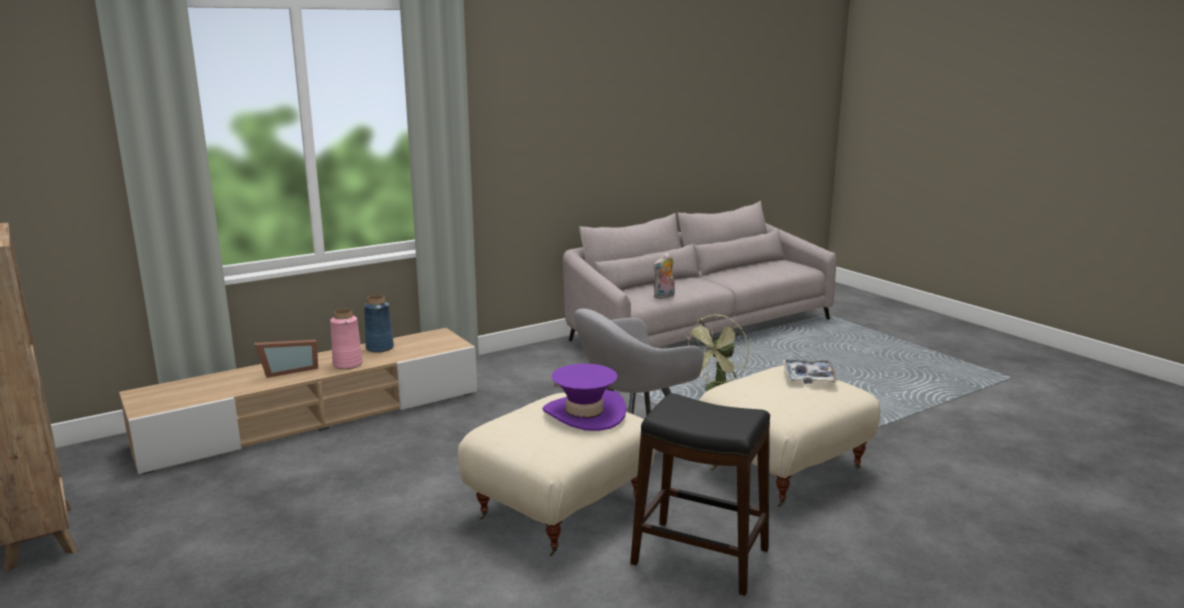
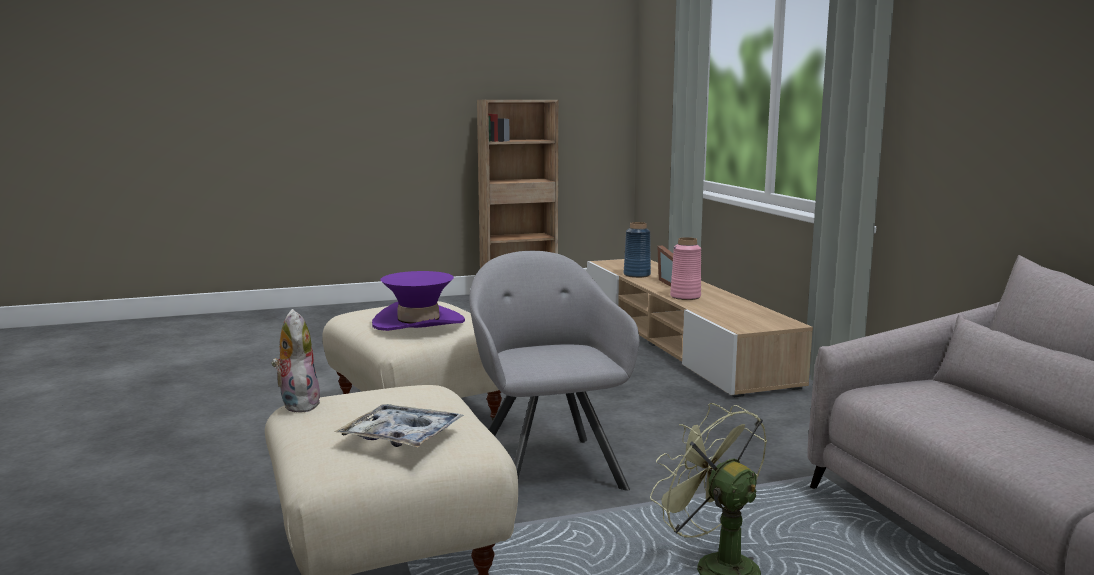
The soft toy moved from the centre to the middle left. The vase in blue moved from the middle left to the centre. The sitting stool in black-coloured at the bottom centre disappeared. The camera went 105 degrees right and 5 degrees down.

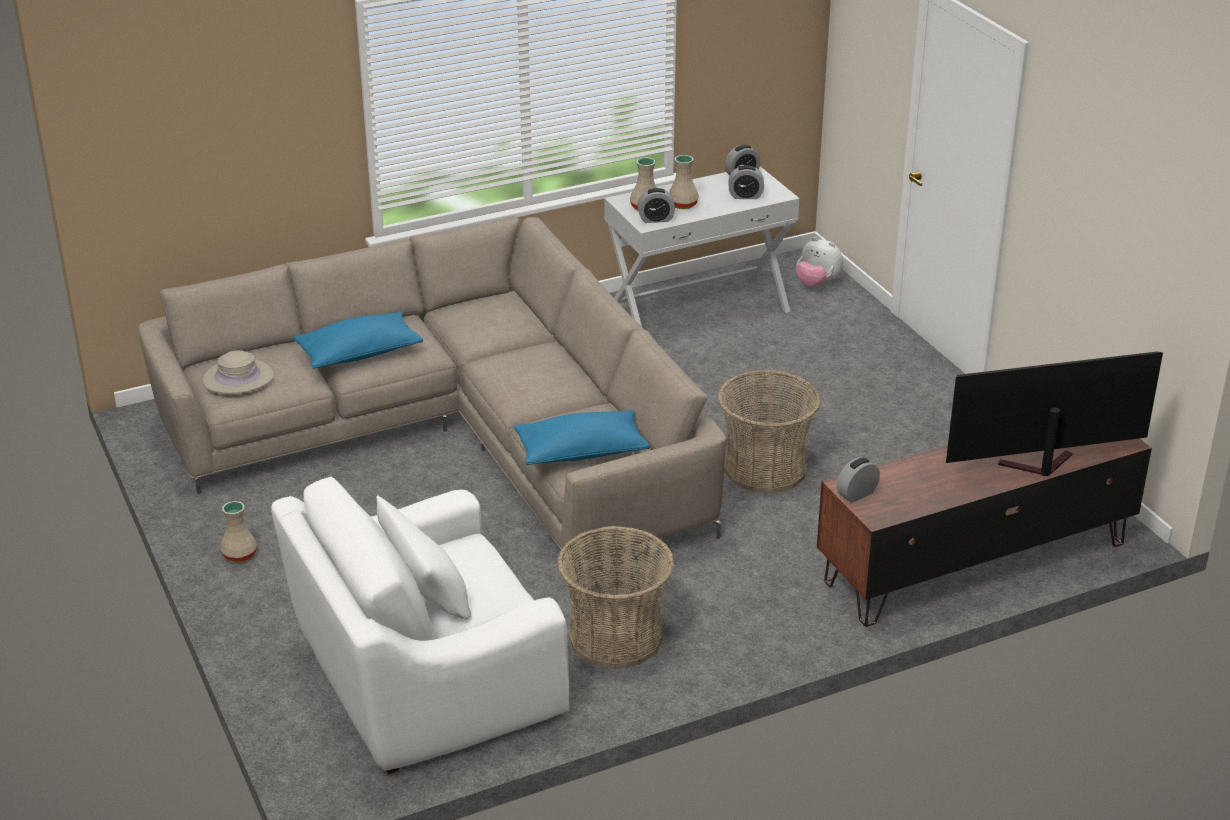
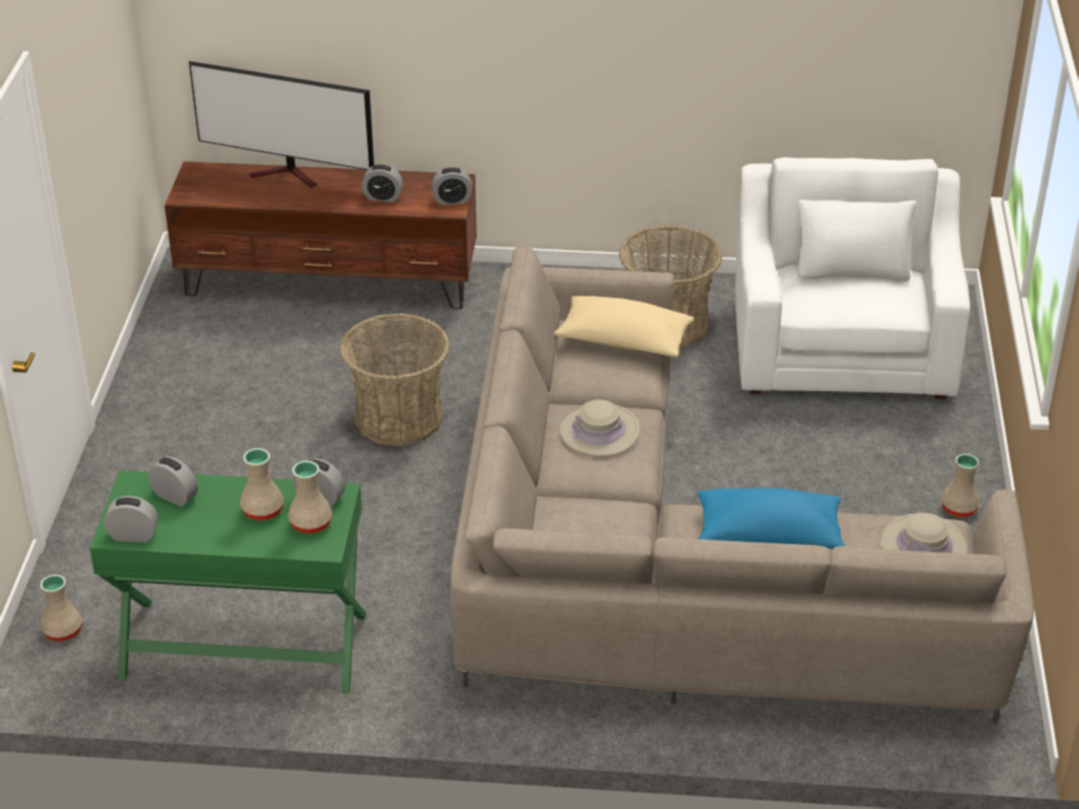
The soft toy at the top centre was replaced by the vase in beige-coloured (no. 1 from left) at the bottom left. The hall table in whitish at the top centre became the hall table in green-coloured at the bottom left. The table clock (no. 4 from left) at the top centre appeared. The pillow in blue (no. 2 from left) at the centre became the pillow in beige-coloured at the centre. The clothing hat in beige-coloured (no. 1 from left) at the centre appeared. The lounge chair in whitish at the bottom centre turned 90 degrees counterclockwise. The camera went 150 degrees left and 5 degrees up.

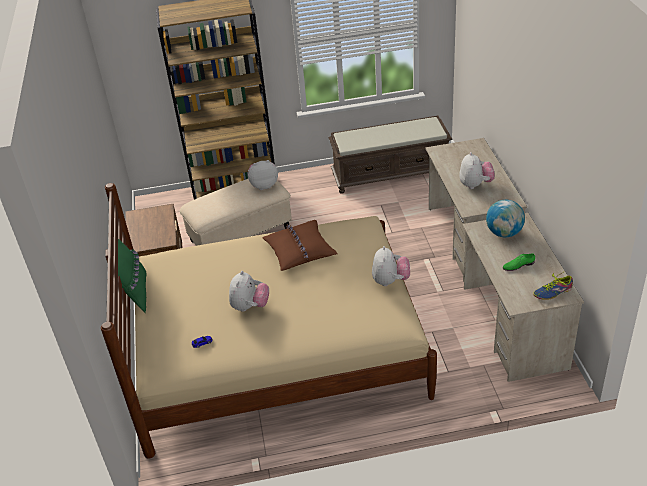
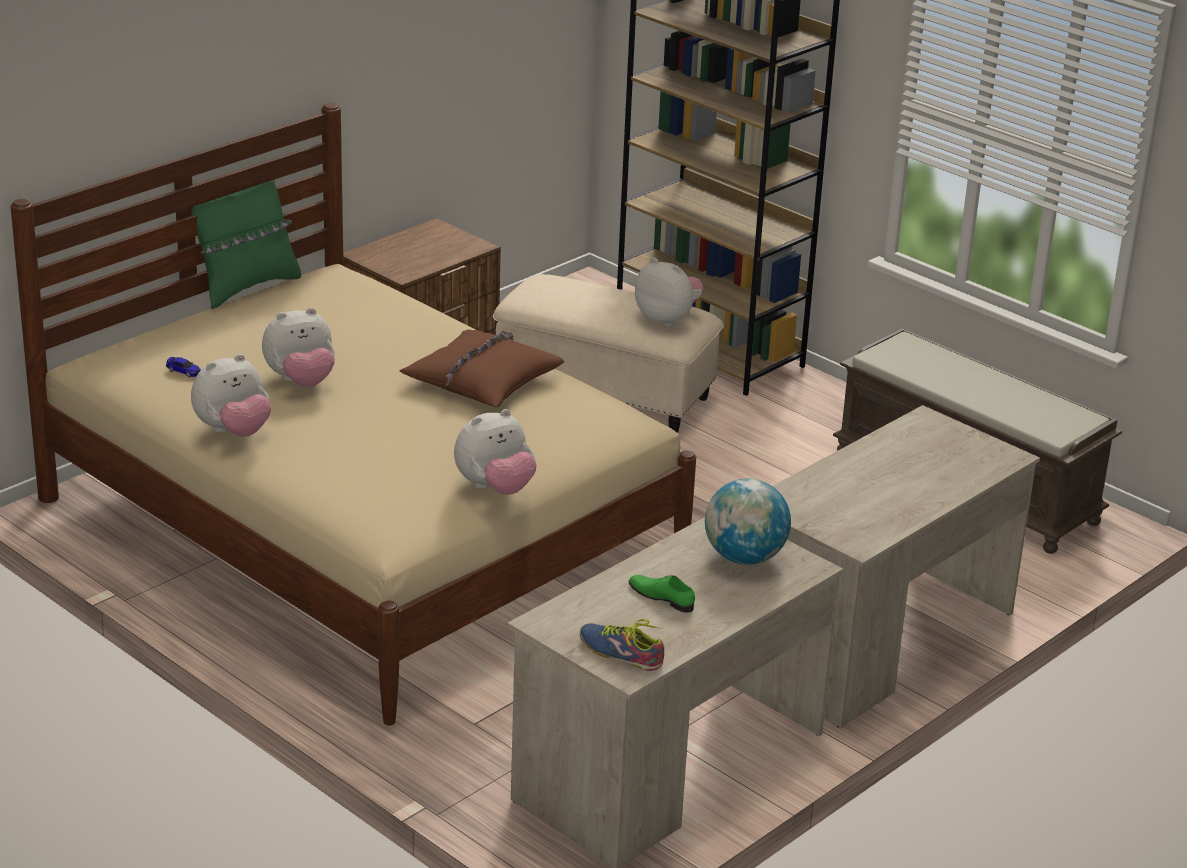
The soft toy (no. 4 from left in the first image) moved from the middle right to the middle left. The camera went 50 degrees right and 10 degrees down.

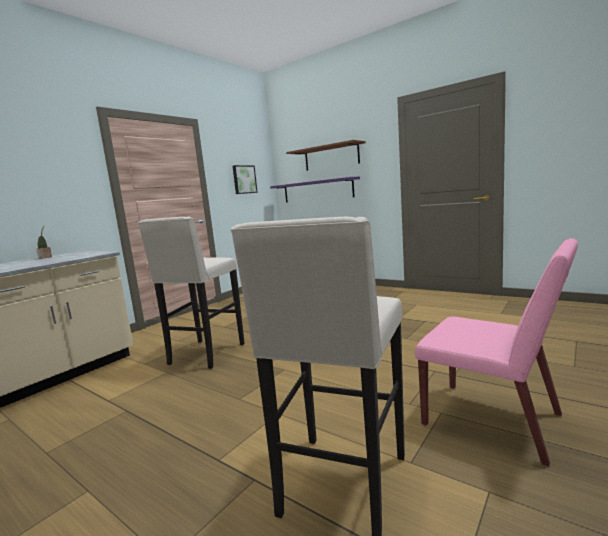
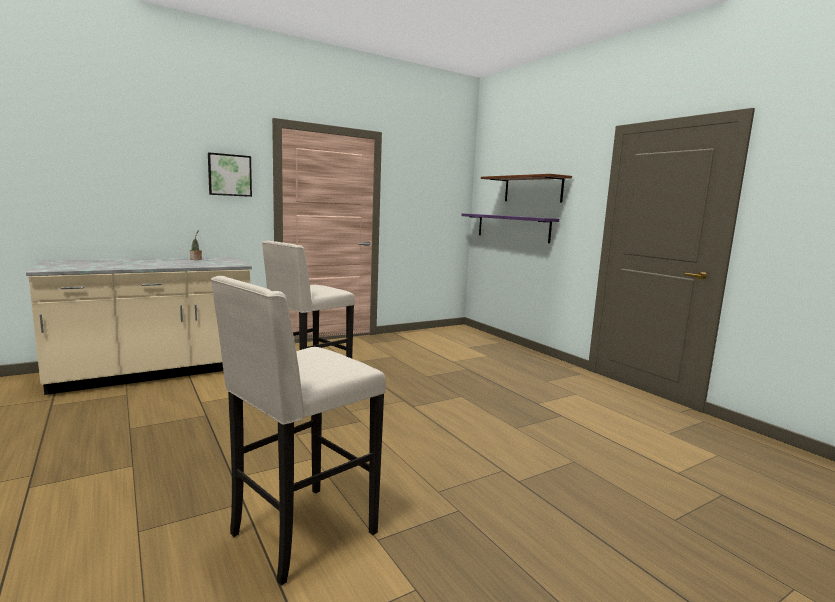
The wall picture moved from the centre to the top left. The chair in pink-coloured at the middle right disappeared. The camera went 20 degrees right and 0 degrees up.

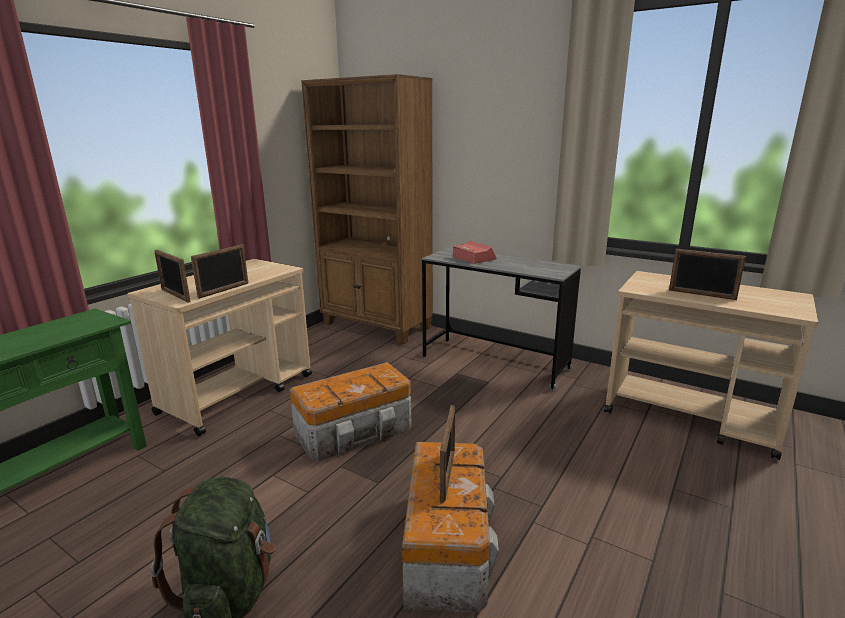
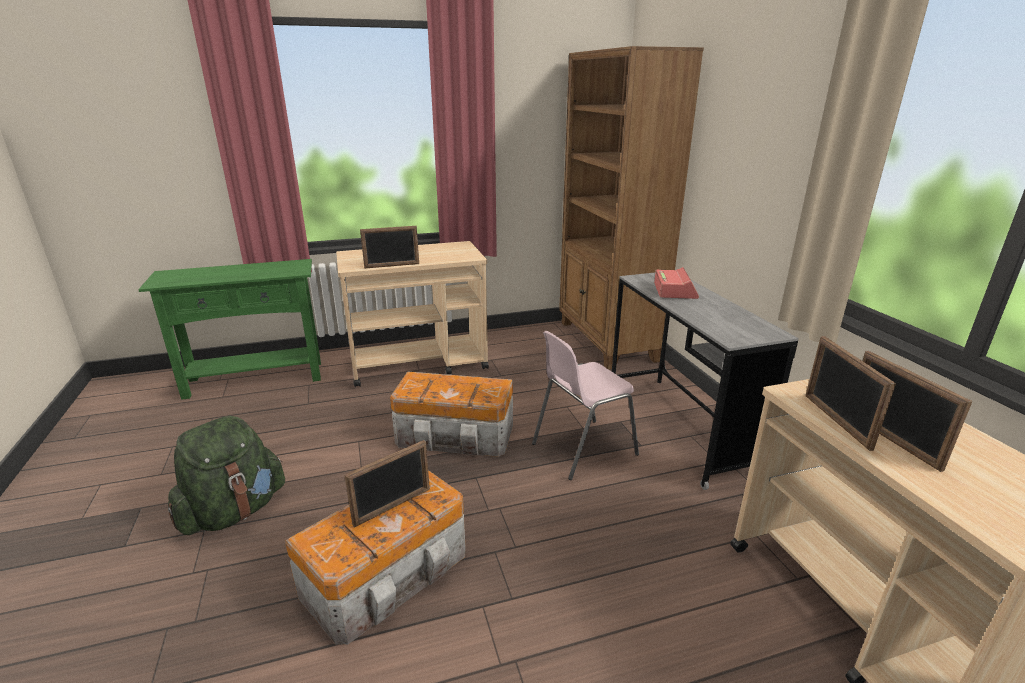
The chair in pink-coloured at the centre appeared. The picture frame (no. 1 from left in the first image) moved from the middle left to the middle right. The camera went 40 degrees right and 5 degrees up.

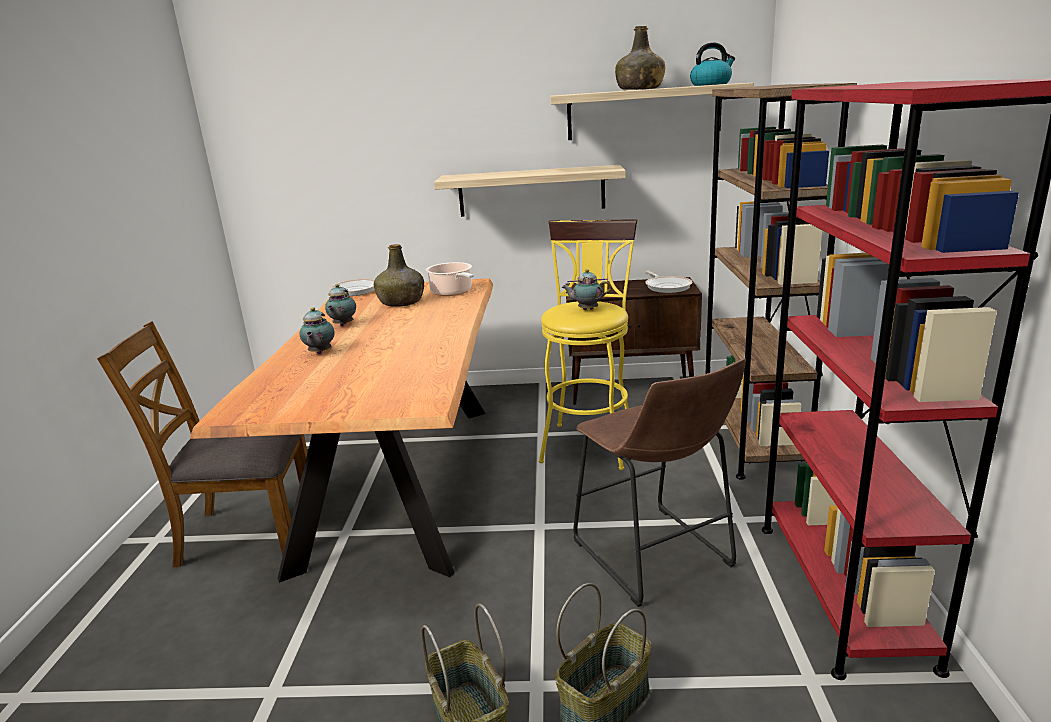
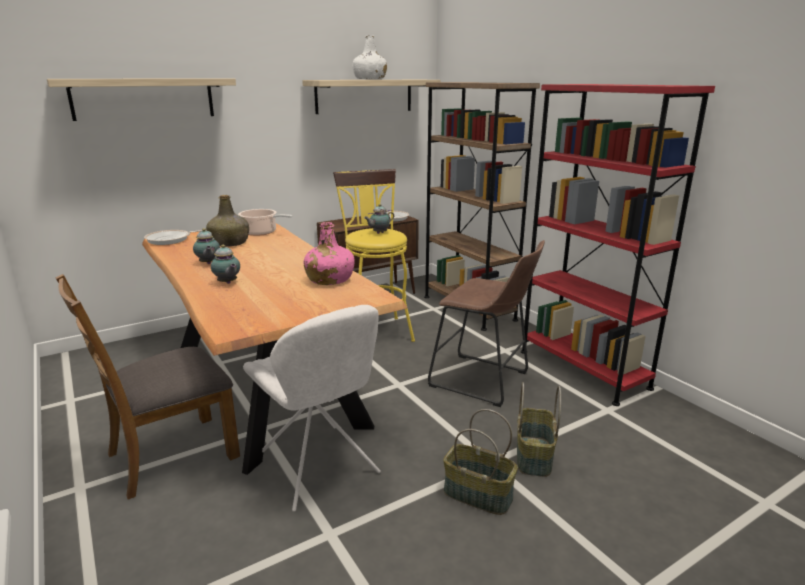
The shelf (no. 1 from left) moved from the top centre to the top left. The chair in whitish at the bottom centre appeared. The bottle in pink-coloured at the centre appeared. The bottle in green-coloured (no. 2 from left) at the top centre became the bottle in whitish at the top centre. The water kettle at the top right disappeared. The camera went 35 degrees left and 0 degrees up.

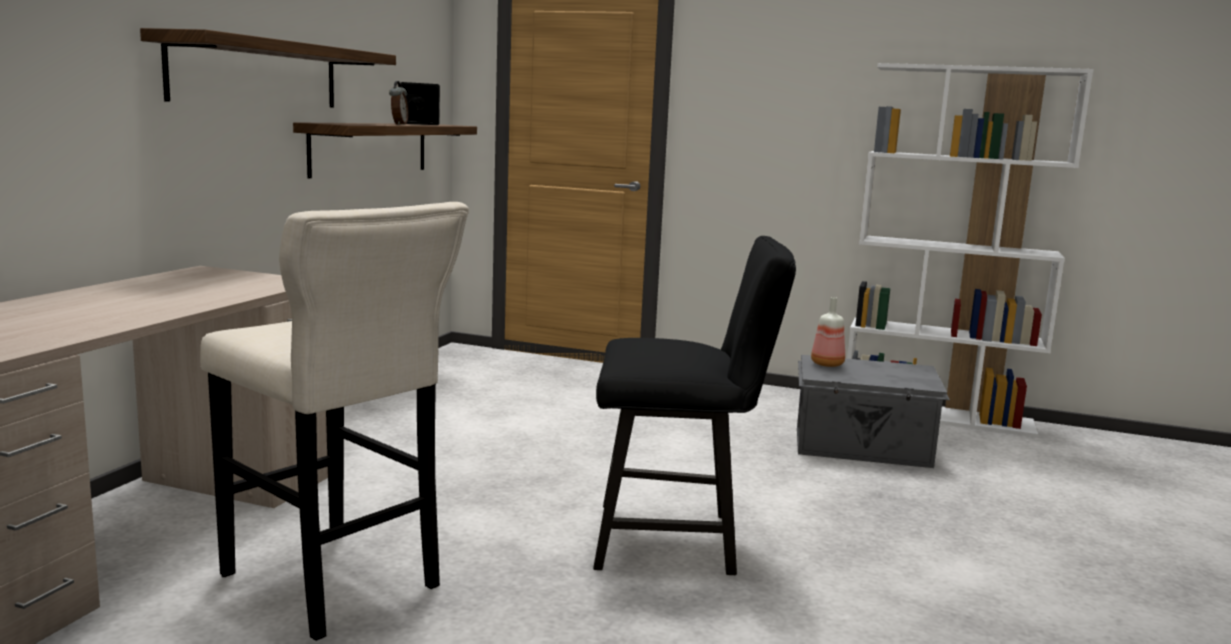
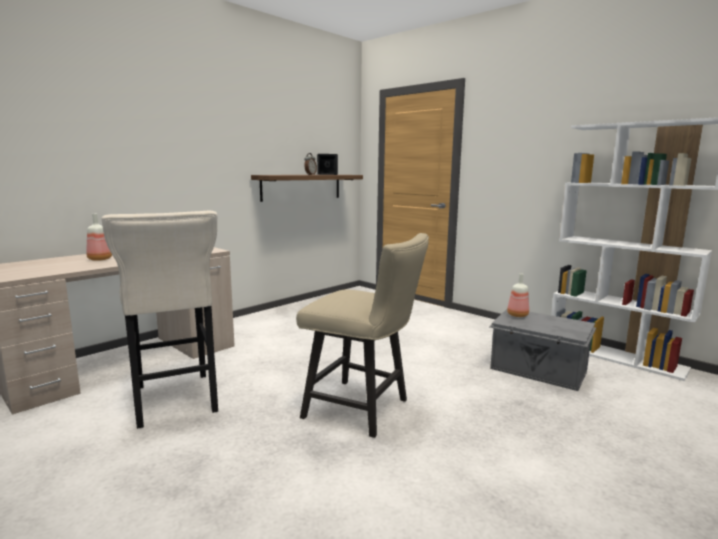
The bottle (no. 1 from left) at the middle left appeared. The chair in black-coloured at the centre became the chair in beige-coloured at the centre. The shelf (no. 1 from left) at the top left disappeared. The camera went 25 degrees right and 0 degrees up.

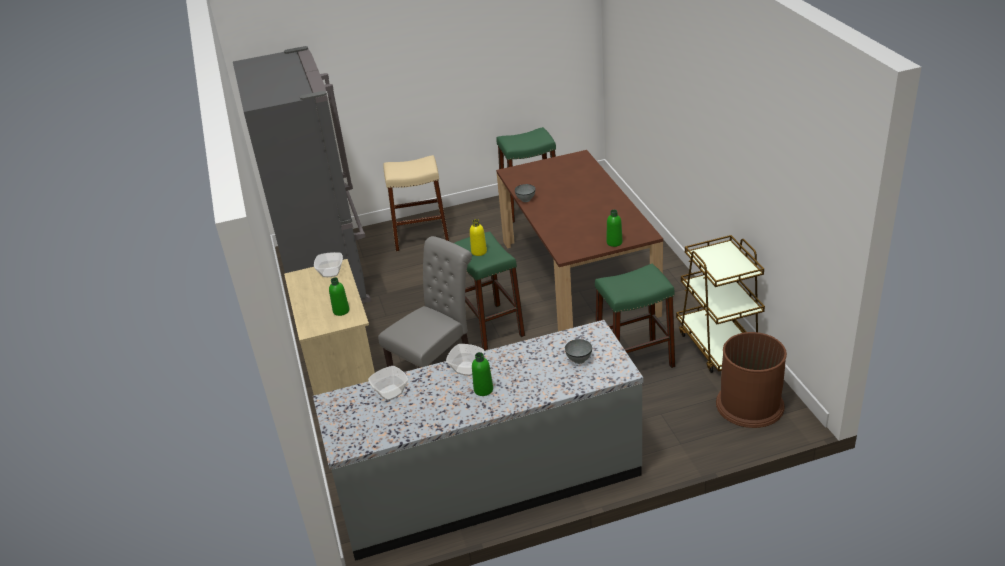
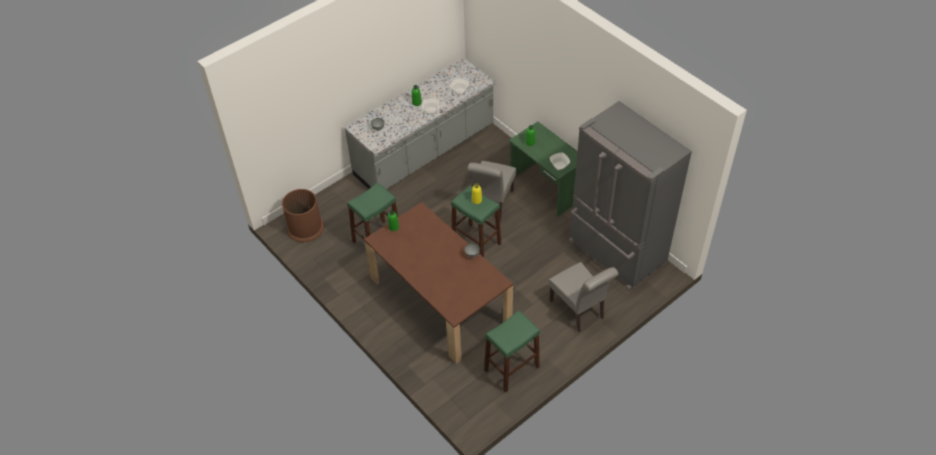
The desk in beige-coloured at the middle left became the desk in green-coloured at the centre. The sitting stool in beige-coloured at the centre was replaced by the chair in gray (no. 2 from left) at the centre. The trolley in brownish at the middle right disappeared. The camera went 155 degrees right and 15 degrees up.

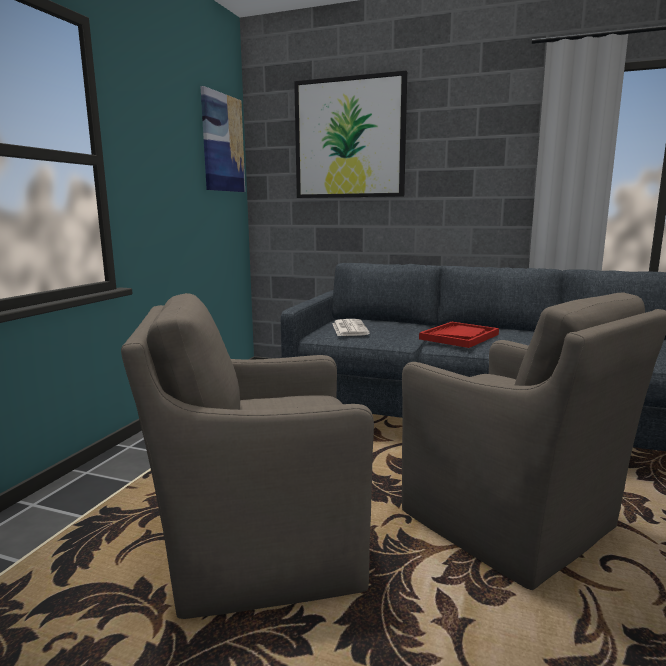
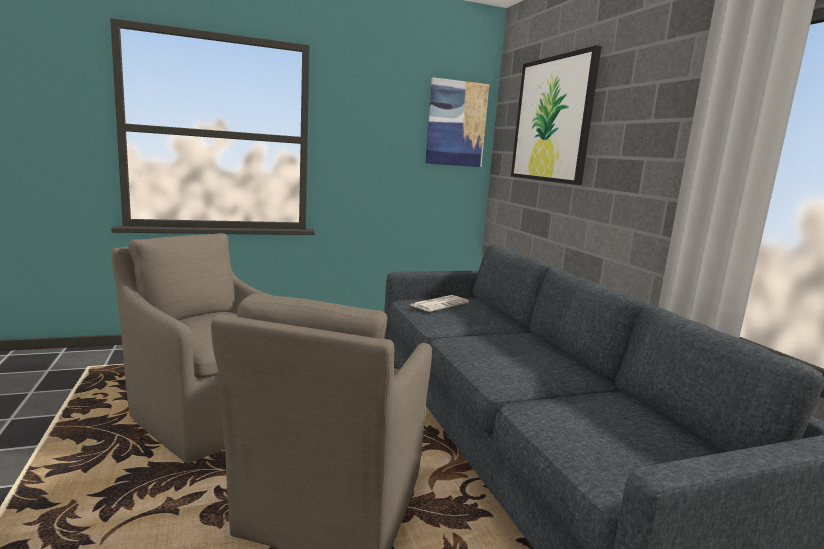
The serving tray in reddish at the middle right disappeared. The camera went 50 degrees right and 0 degrees up.

